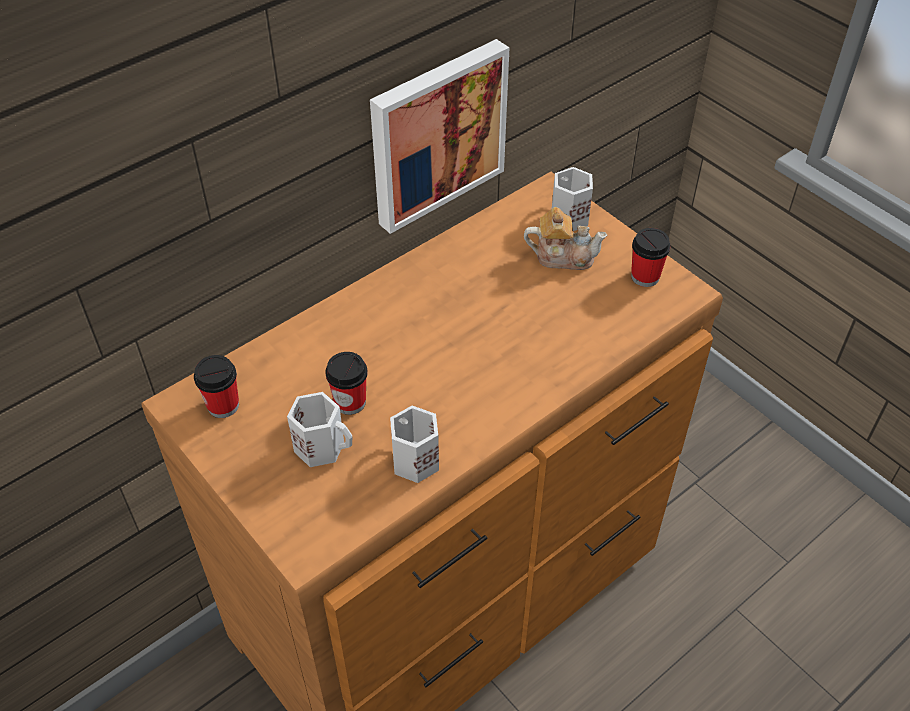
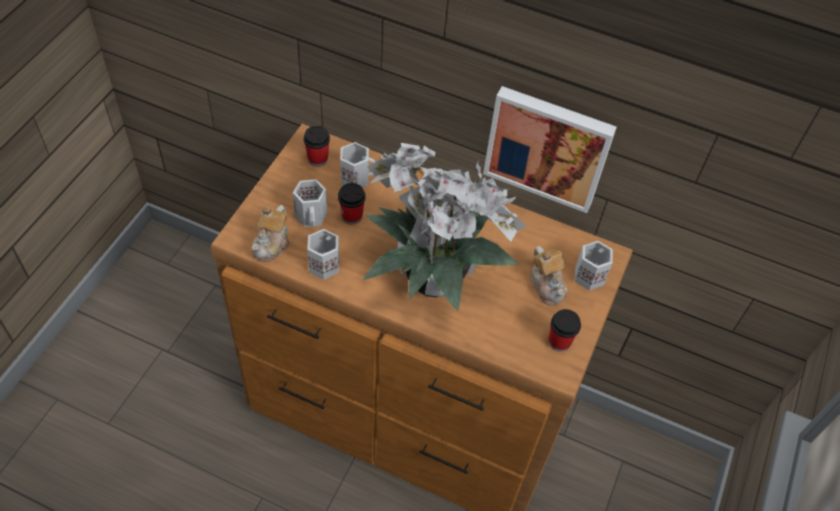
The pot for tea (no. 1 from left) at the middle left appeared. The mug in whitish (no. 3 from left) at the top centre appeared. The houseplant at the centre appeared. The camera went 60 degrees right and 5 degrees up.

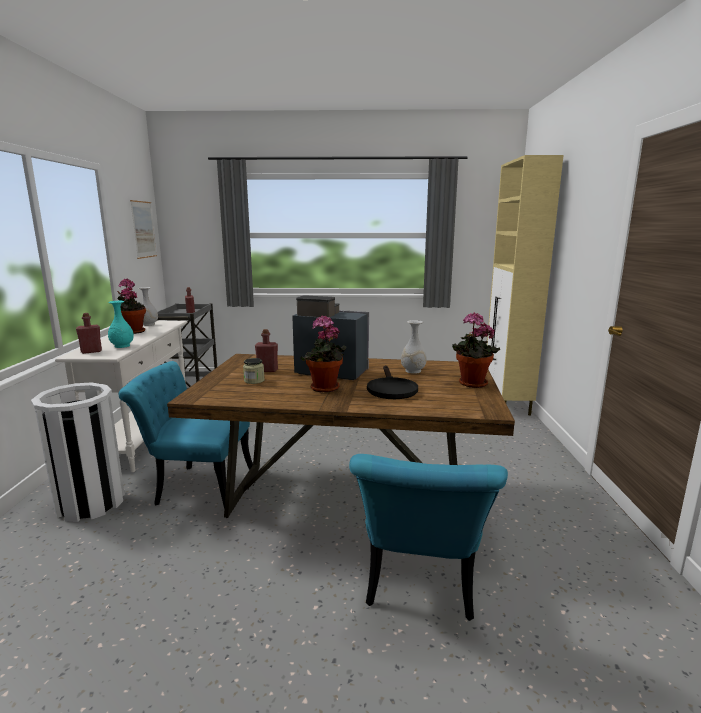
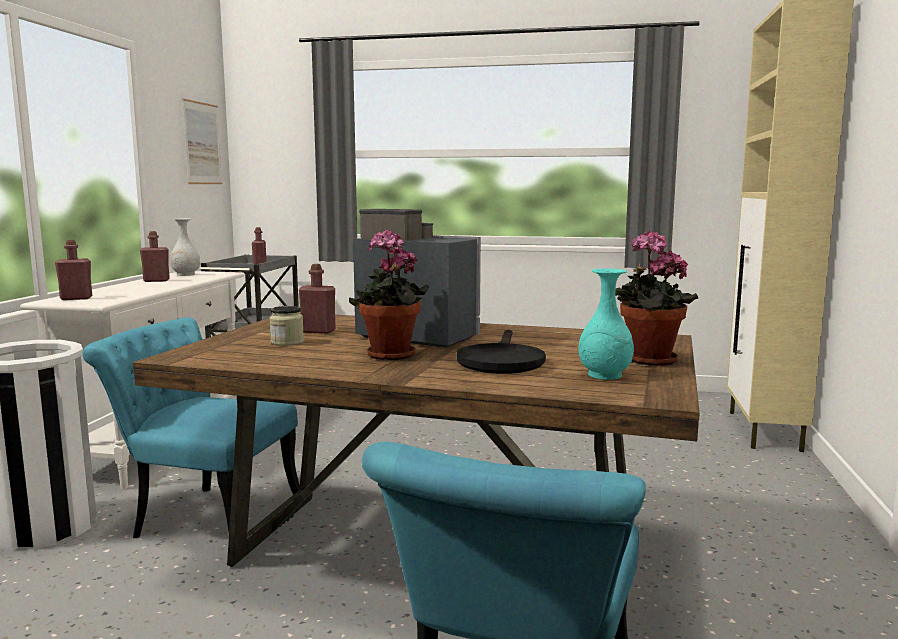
The houseplant (no. 1 from left) at the middle left was replaced by the bottle in reddish (no. 2 from left) at the middle left. The vase in turquoise moved from the middle left to the middle right. The vase in whitish (no. 2 from left) at the centre disappeared. The camera went 10 degrees right and 5 degrees down.

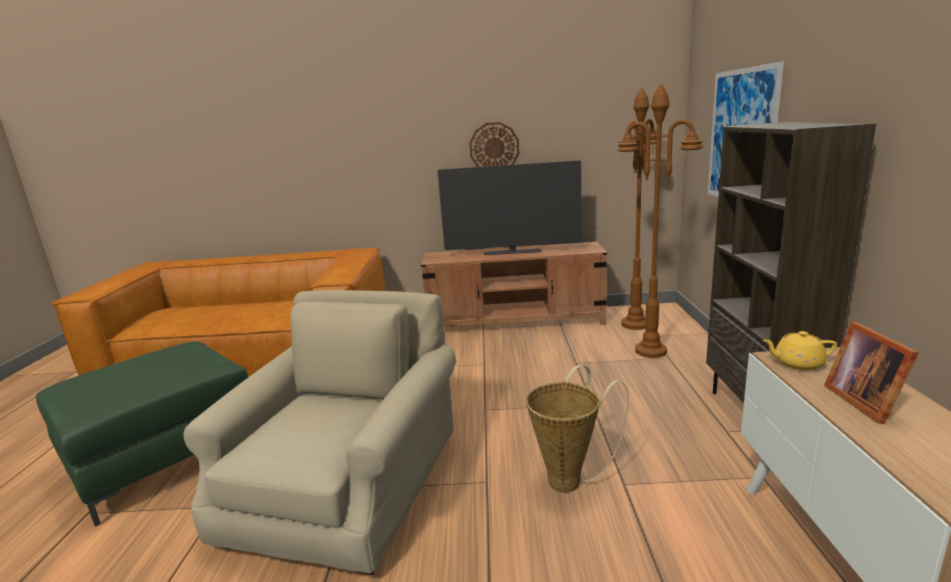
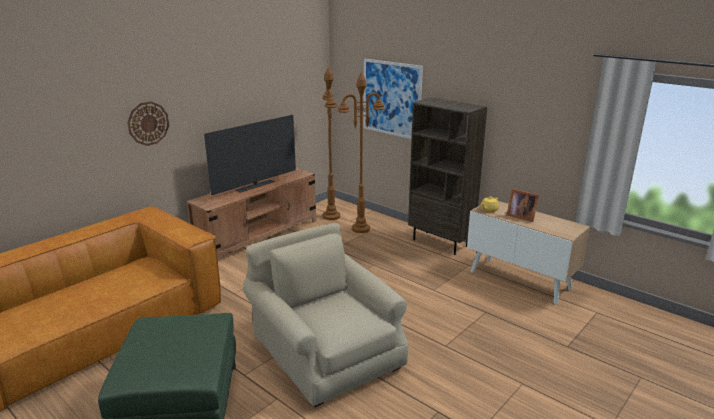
The clock on the wall moved from the top centre to the top left. The storage basket at the bottom centre disappeared. The camera went 50 degrees left and 5 degrees up.

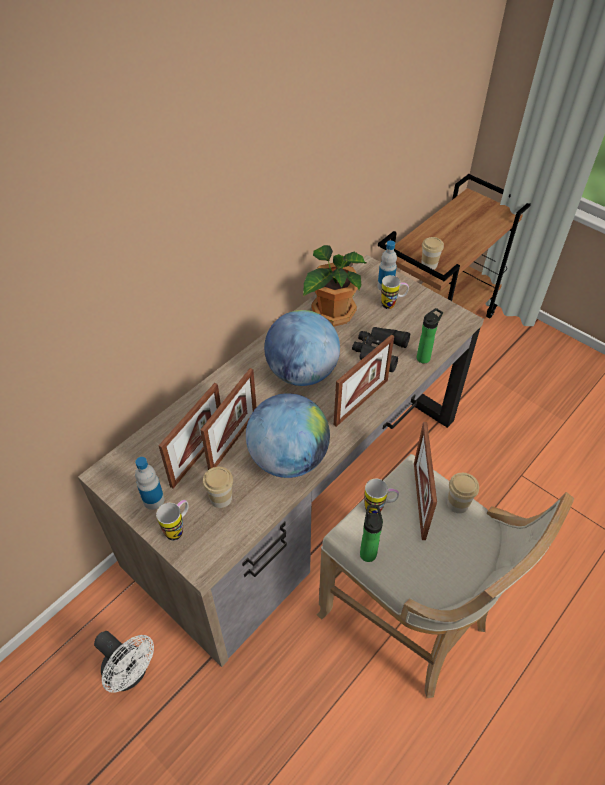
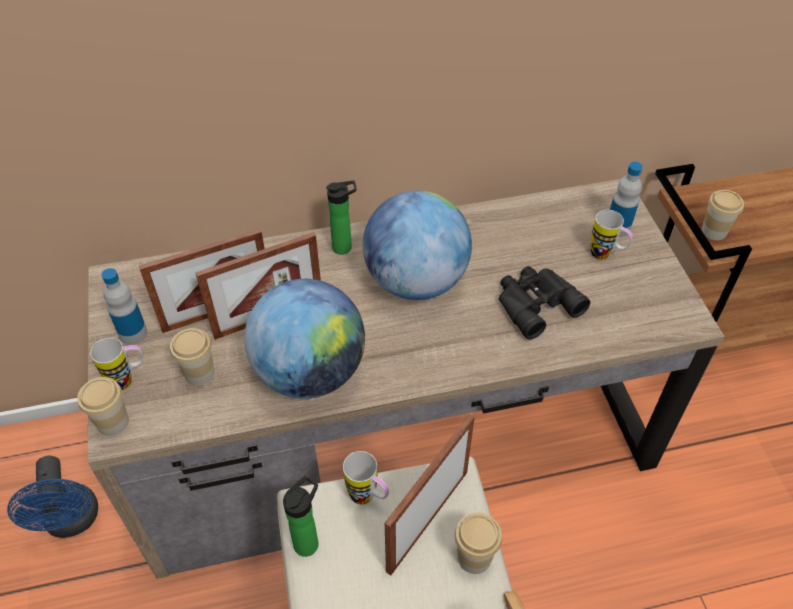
The cooling fan in whitish at the bottom left became the cooling fan in blue at the bottom left. The cup (no. 1 from left) at the bottom left appeared. The bottle (no. 4 from left in the first image) moved from the middle right to the centre. The houseplant at the centre disappeared. The picture frame (no. 3 from left) at the centre disappeared. The camera went 35 degrees right and 0 degrees up.

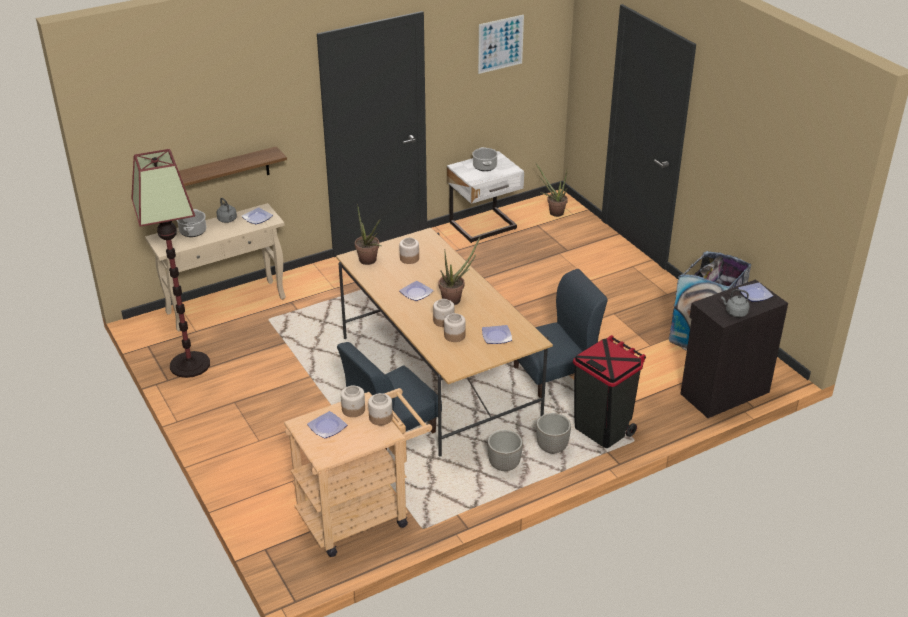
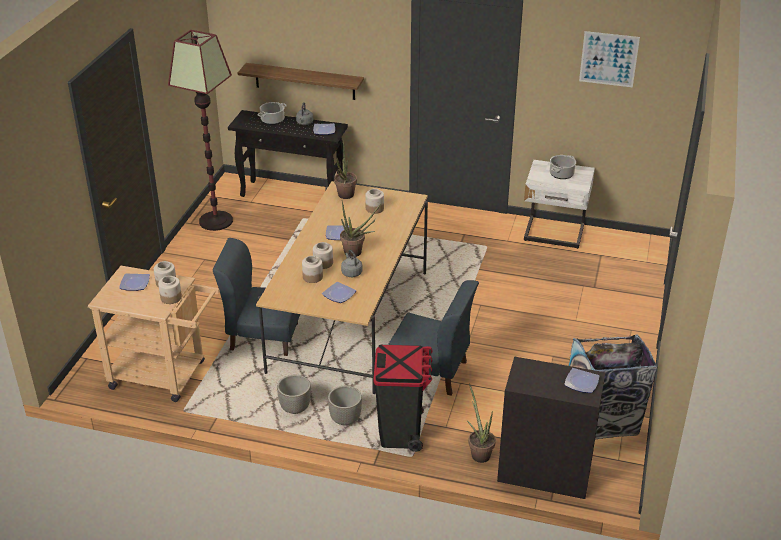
The hall table in beige-coloured at the middle left became the hall table in black-coloured at the top centre. The water kettle in gray (no. 2 from left) moved from the middle right to the centre. The houseplant (no. 3 from left) moved from the top centre to the bottom centre. The camera went 45 degrees right and 0 degrees up.

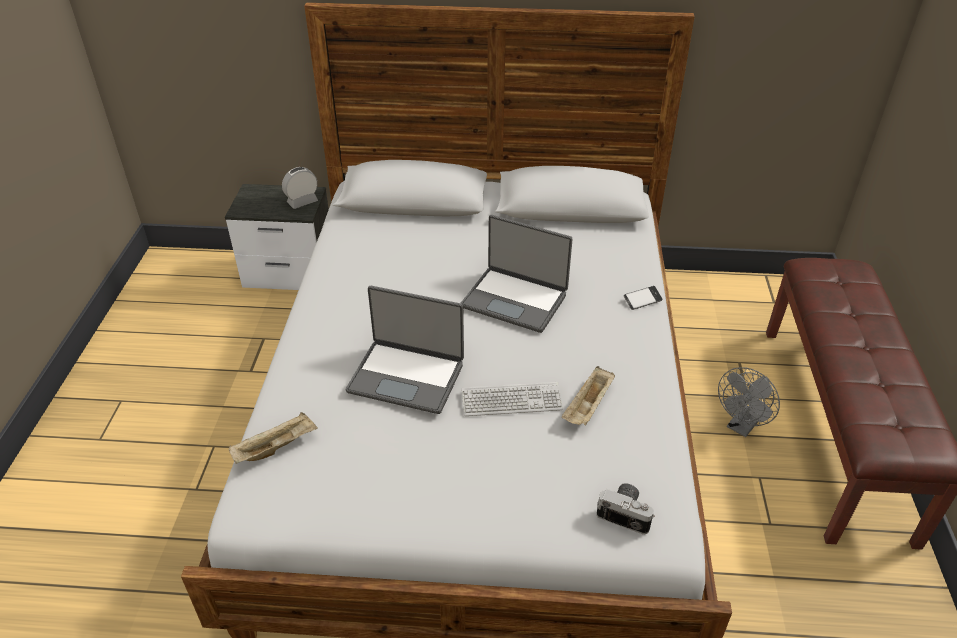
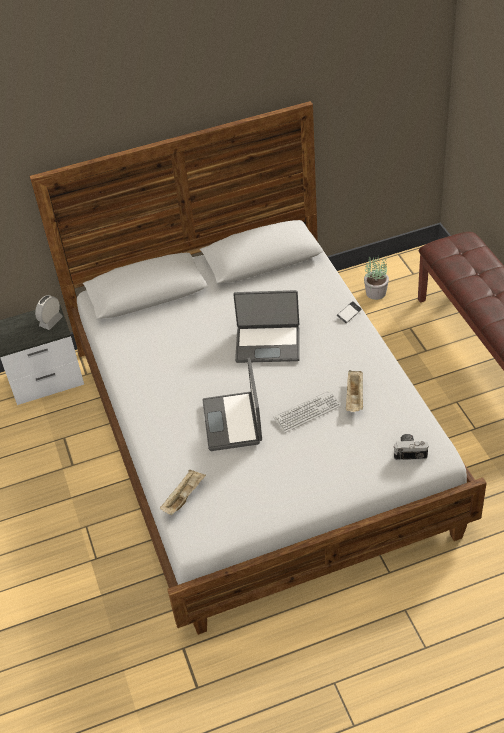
The laptop (no. 1 from left) at the centre turned 90 degrees clockwise. The houseplant at the middle right appeared. The cooling fan in gray at the middle right disappeared. The camera went 20 degrees left and 5 degrees up.

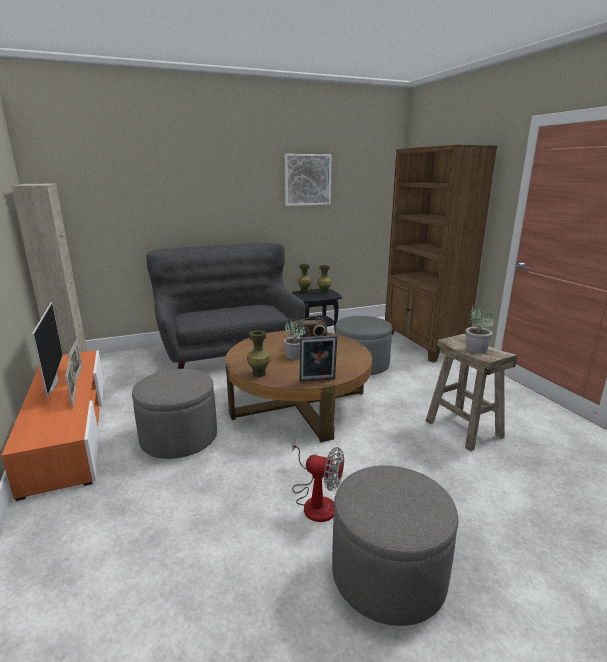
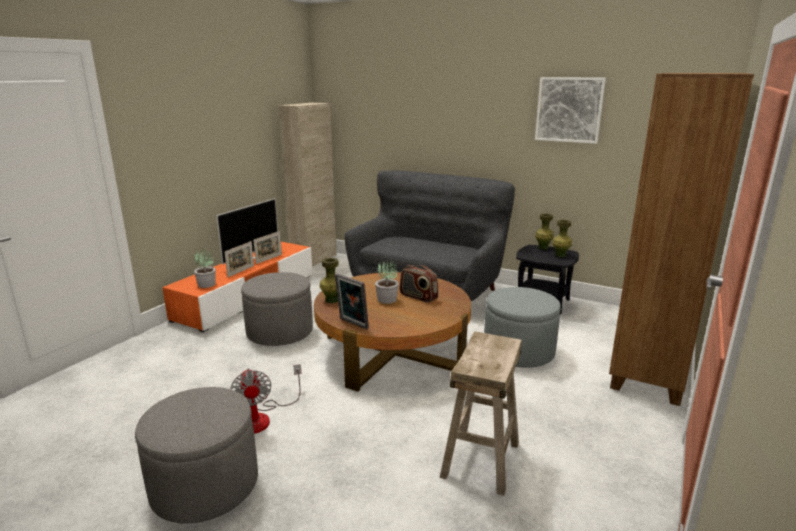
The houseplant (no. 2 from left in the first image) moved from the middle right to the middle left. The camera went 50 degrees right and 0 degrees up.

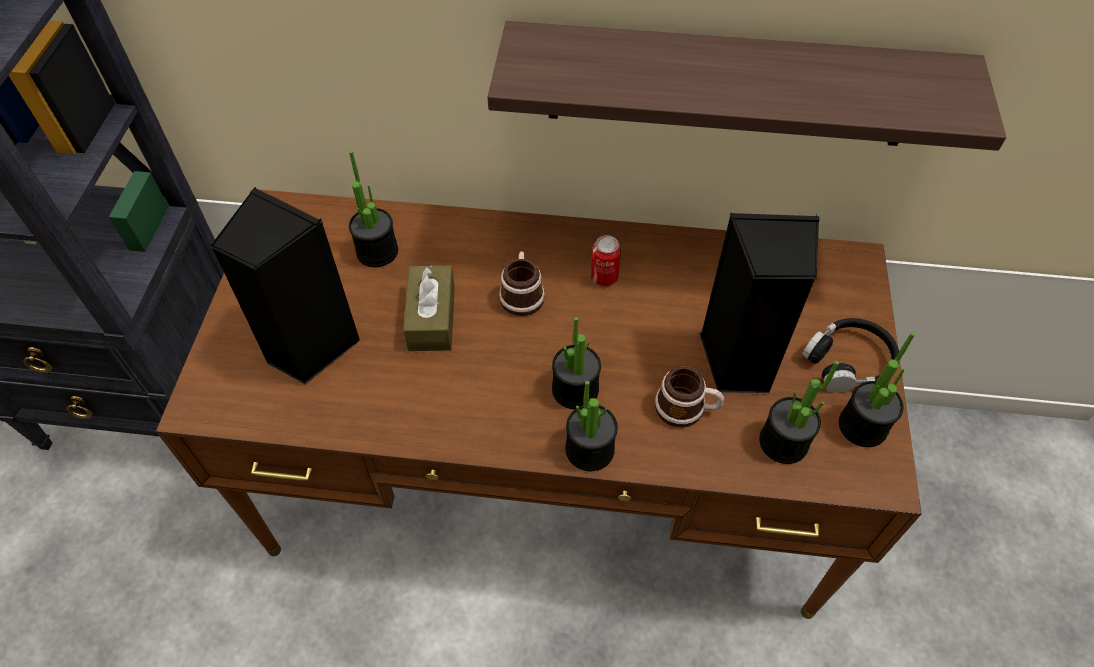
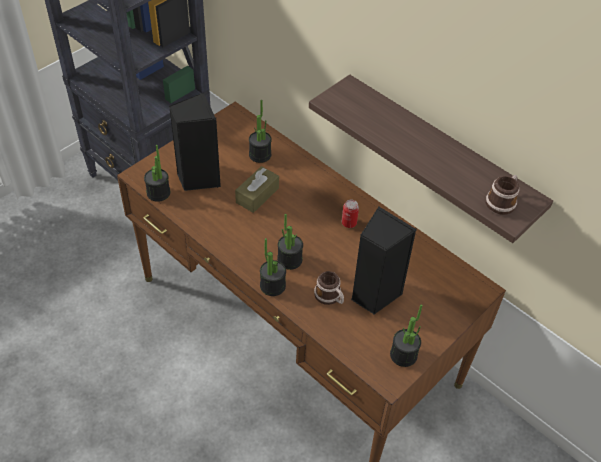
The houseplant (no. 4 from left in the first image) moved from the middle right to the middle left. The mug (no. 1 from left in the first image) moved from the centre to the middle right. The headphones in black-coloured at the middle right disappeared. The camera went 35 degrees right and 5 degrees down.

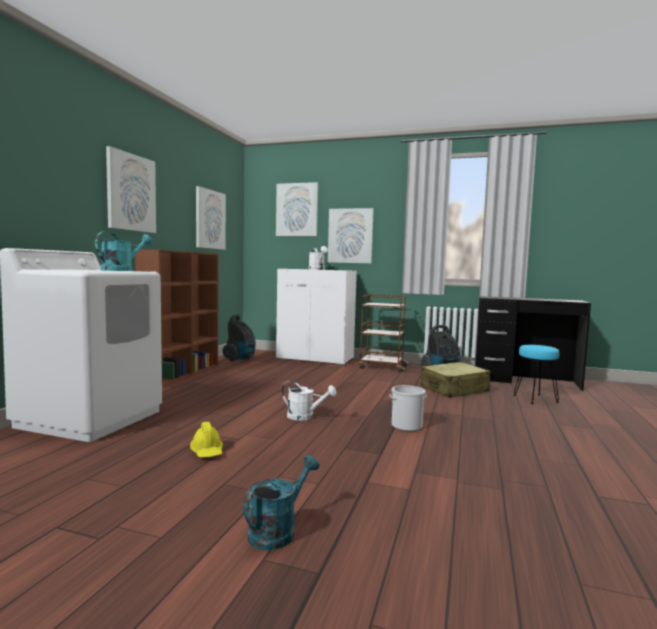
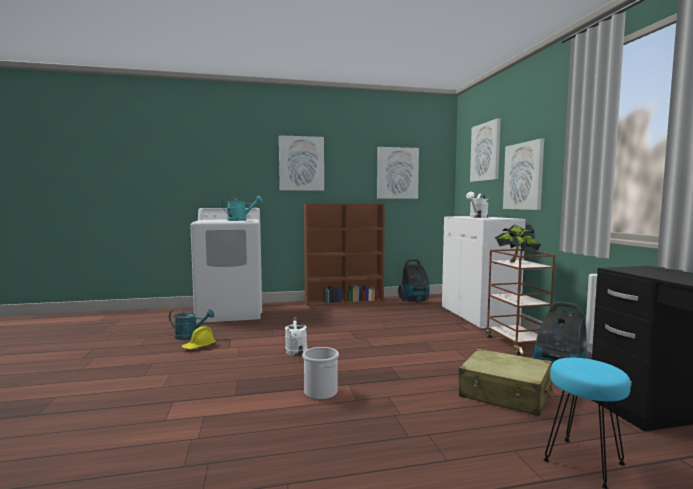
The sprinkling can in turquoise (no. 2 from left in the first image) moved from the bottom centre to the middle left. The houseplant at the middle right appeared. The camera went 60 degrees right and 0 degrees up.

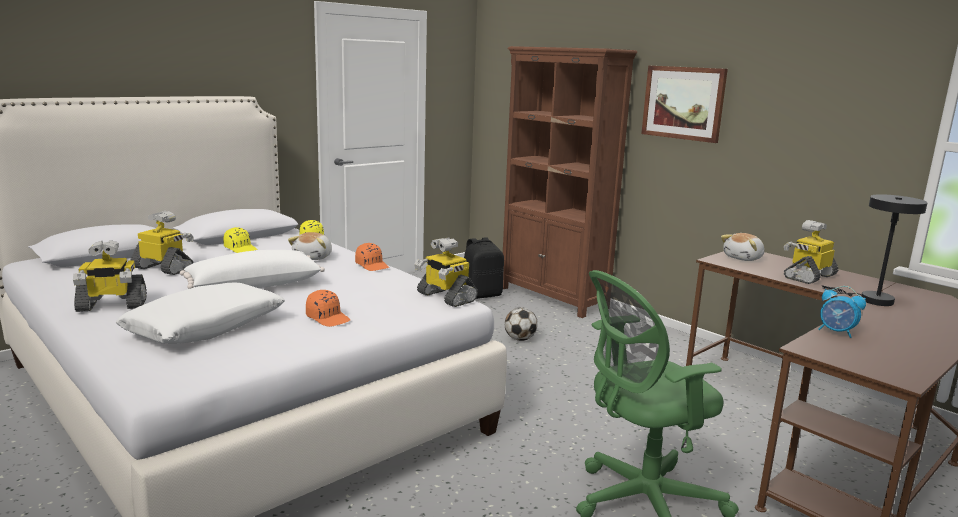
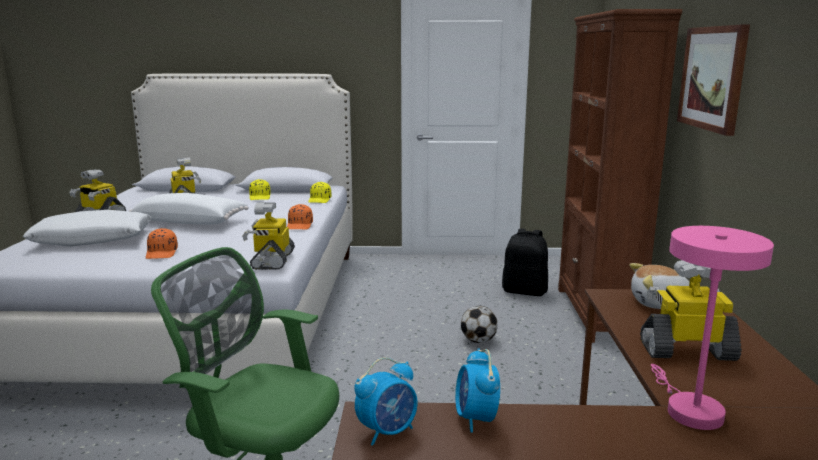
The table clock (no. 1 from left) at the bottom centre appeared. The table lamp in black-coloured at the middle right became the table lamp in pink-coloured at the bottom right. The soft toy (no. 1 from left) at the middle left disappeared. The camera went 45 degrees right and 0 degrees up.

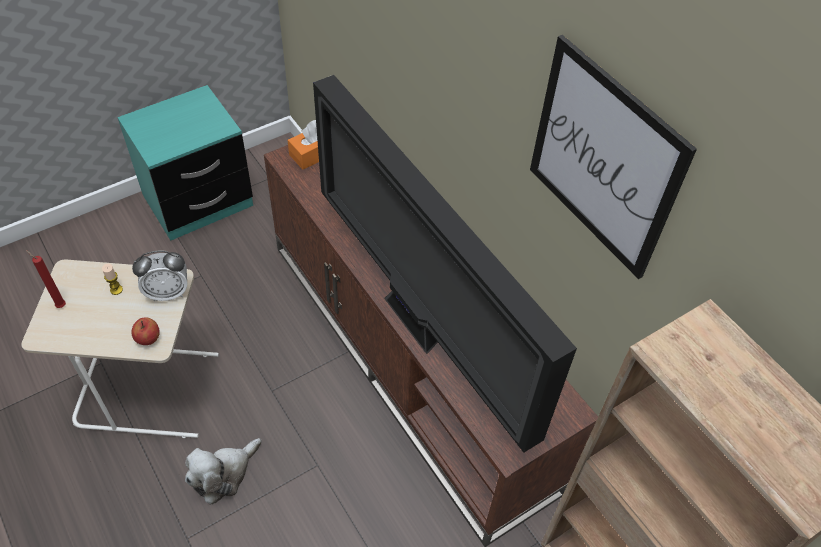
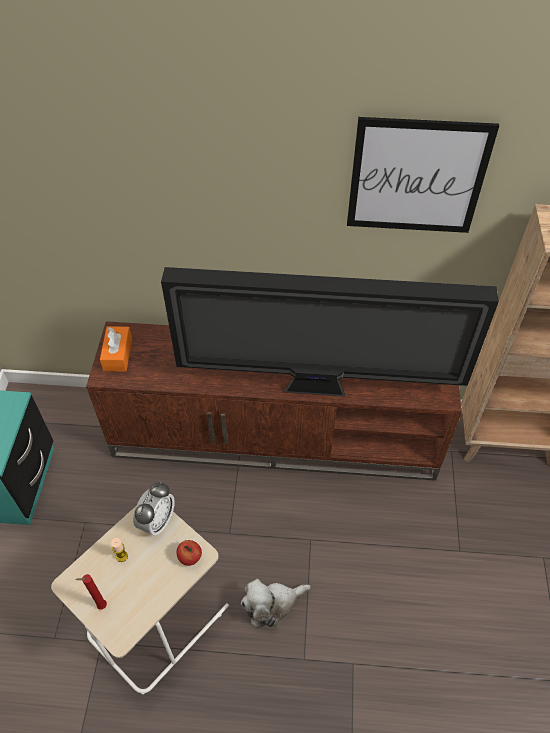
The soft toy at the bottom left turned 75 degrees clockwise. The camera went 50 degrees left and 0 degrees up.

